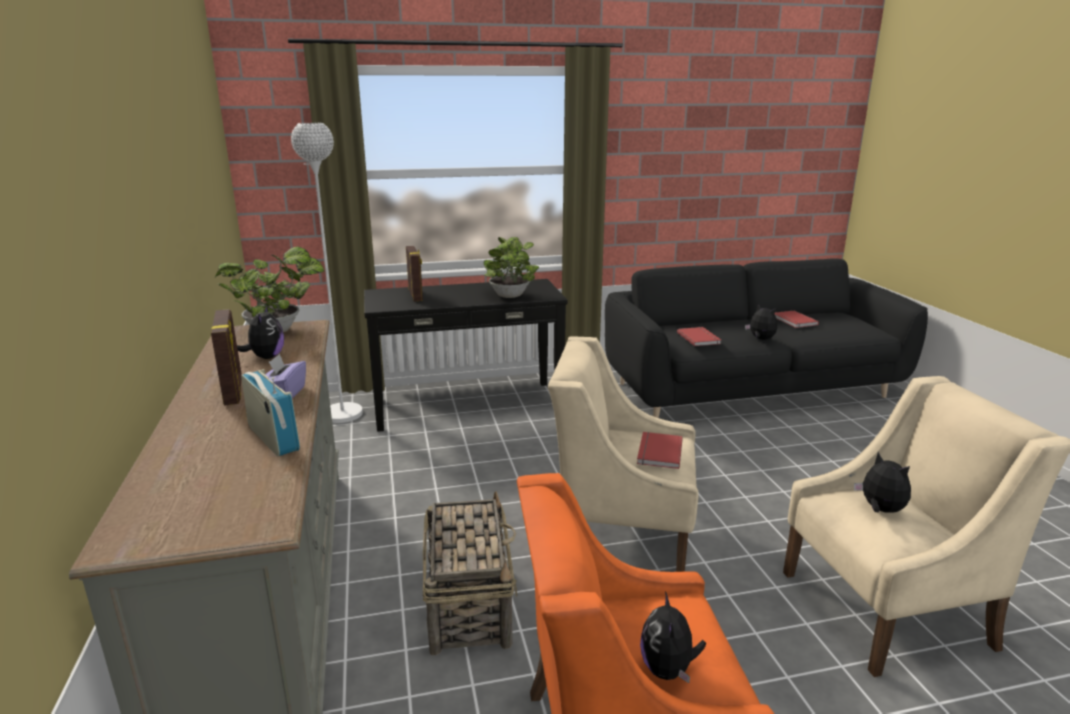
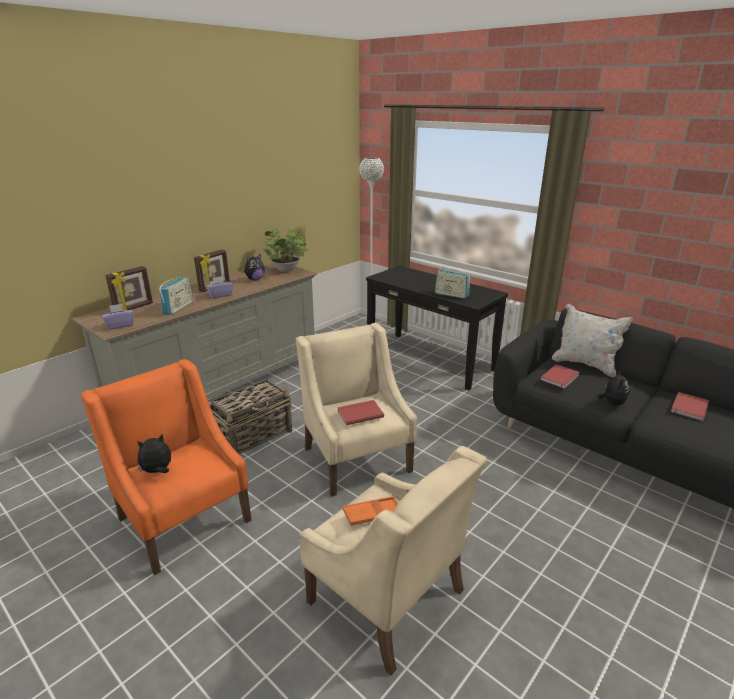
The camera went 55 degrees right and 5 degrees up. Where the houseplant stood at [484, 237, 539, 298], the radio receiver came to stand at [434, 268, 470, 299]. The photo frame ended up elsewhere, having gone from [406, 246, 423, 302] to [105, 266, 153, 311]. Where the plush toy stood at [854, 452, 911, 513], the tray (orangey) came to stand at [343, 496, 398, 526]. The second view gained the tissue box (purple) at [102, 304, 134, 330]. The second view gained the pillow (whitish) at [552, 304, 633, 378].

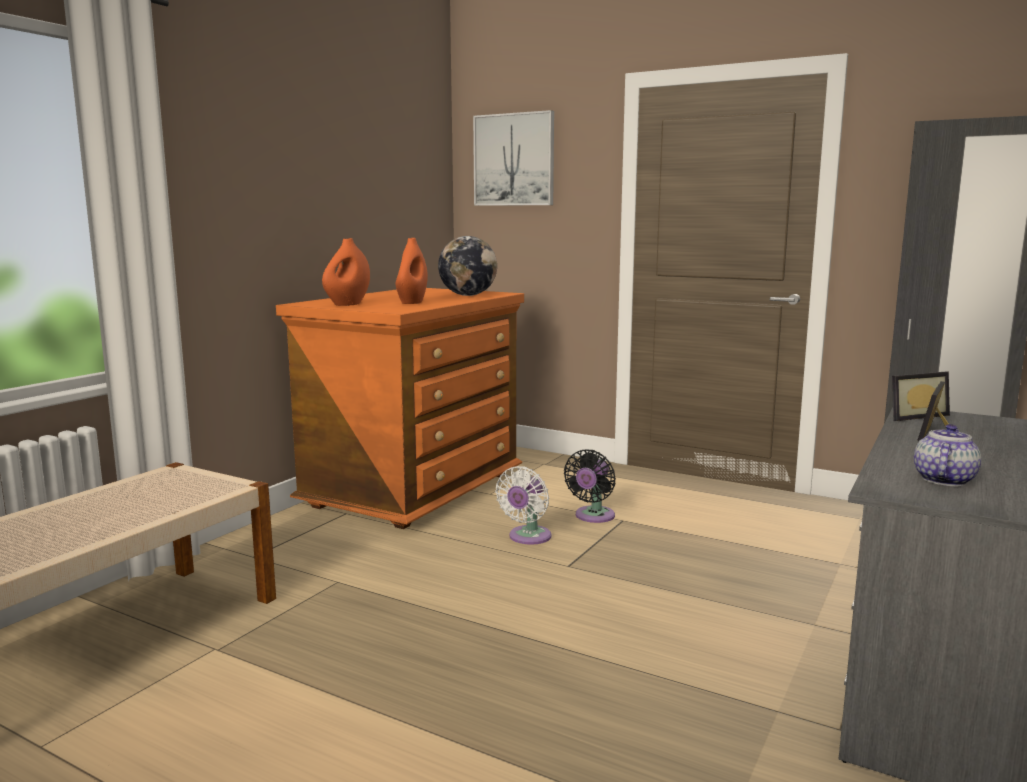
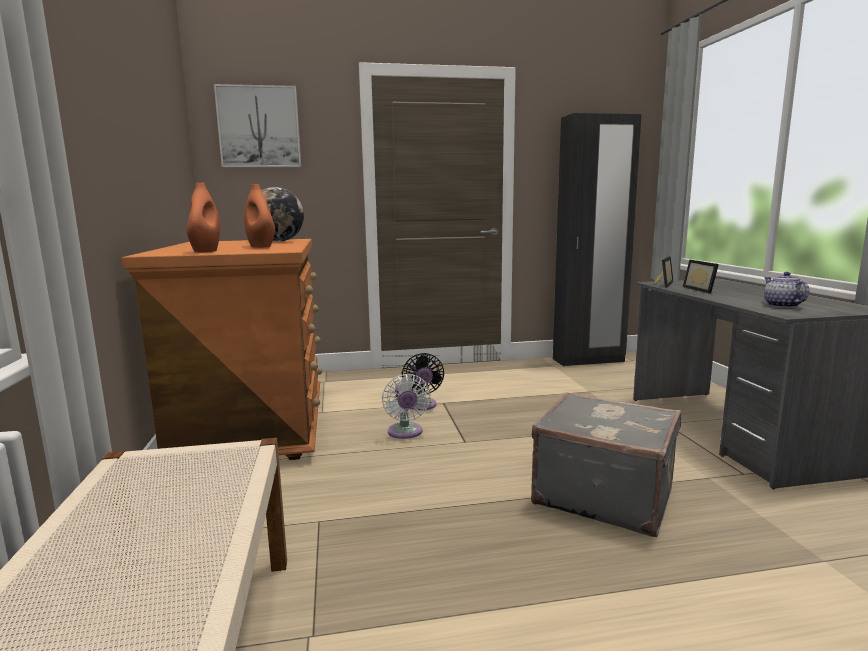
The camera went 40 degrees left and 0 degrees up. The second view gained the suitcase (grey) at [531, 392, 681, 537].

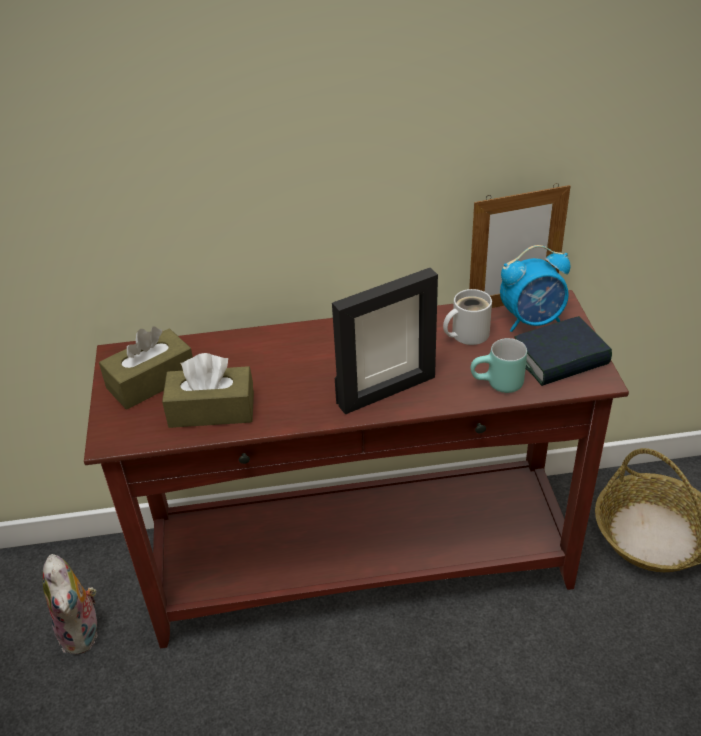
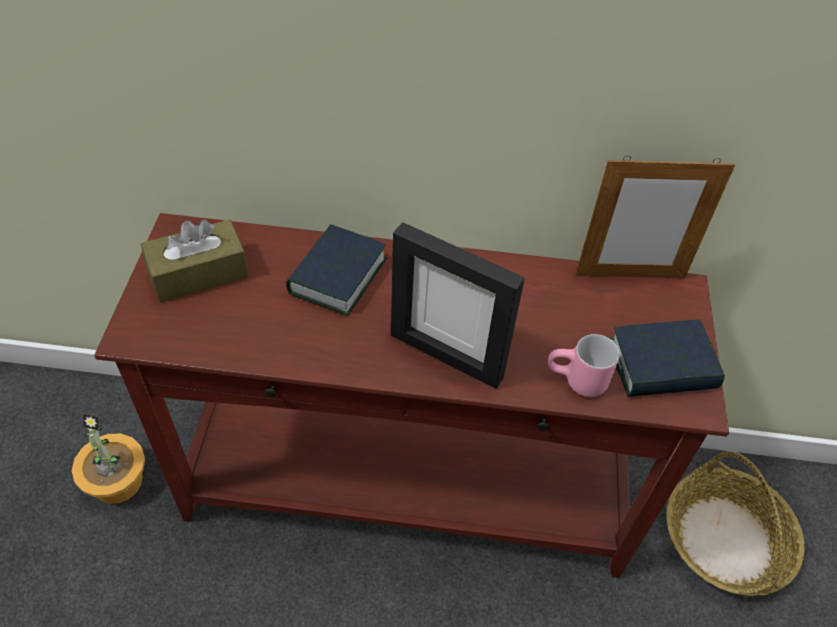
The camera went 10 degrees right and 10 degrees up. The second view lost the alarm clock at [500, 245, 570, 332]. The photo frame at [332, 268, 438, 414] ended up facing another way, 45 degrees clockwise from before. The second view lost the coffee mug (whitish) at [443, 289, 492, 345]. What was the coffee mug (blue-green) at [471, 338, 527, 393] turned into the coffee mug (pink) at [548, 334, 620, 397]. The second view lost the tissue box (brownish) at [162, 353, 254, 428]. Where the plush toy stood at [42, 554, 97, 654], the houseplant came to stand at [72, 414, 145, 504]. The second view gained the bound book at [286, 224, 388, 316].

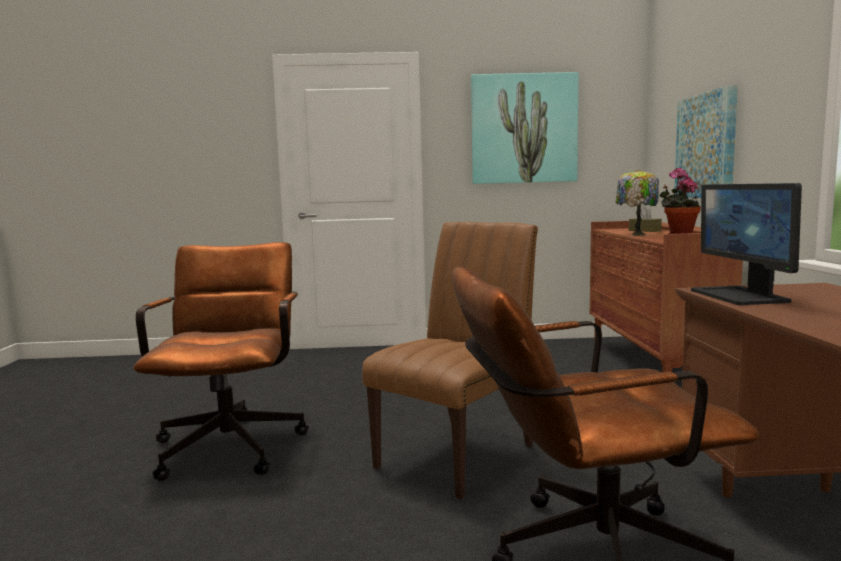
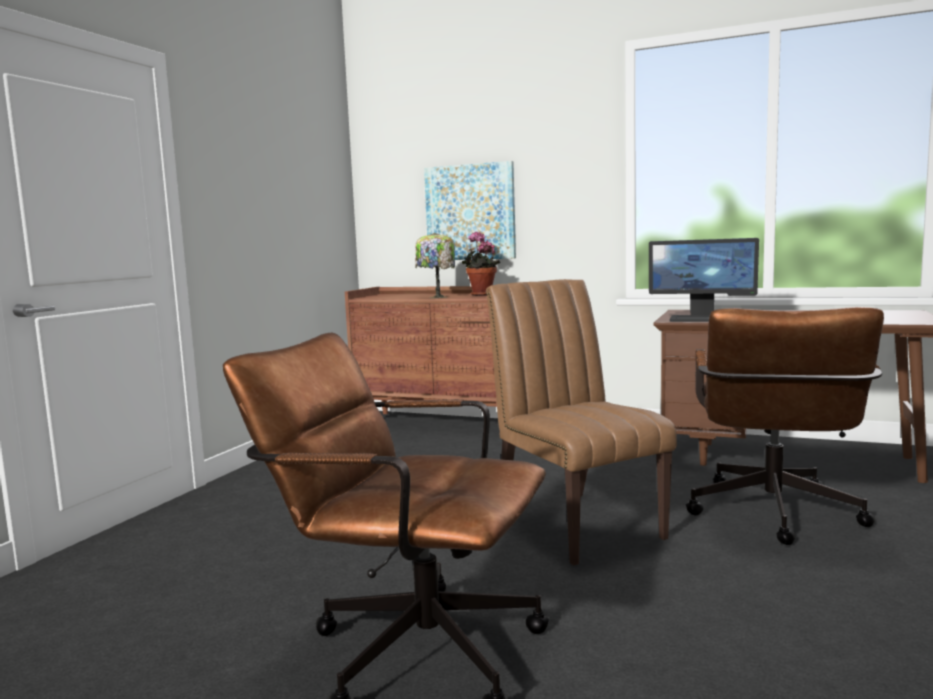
The camera went 65 degrees left and 0 degrees up. The second view lost the picture at [471, 72, 579, 184]. The second view lost the tissue box (brownish) at [629, 207, 662, 232].

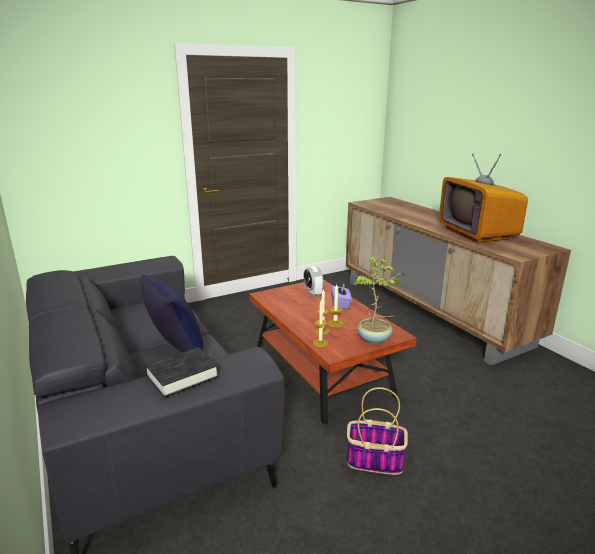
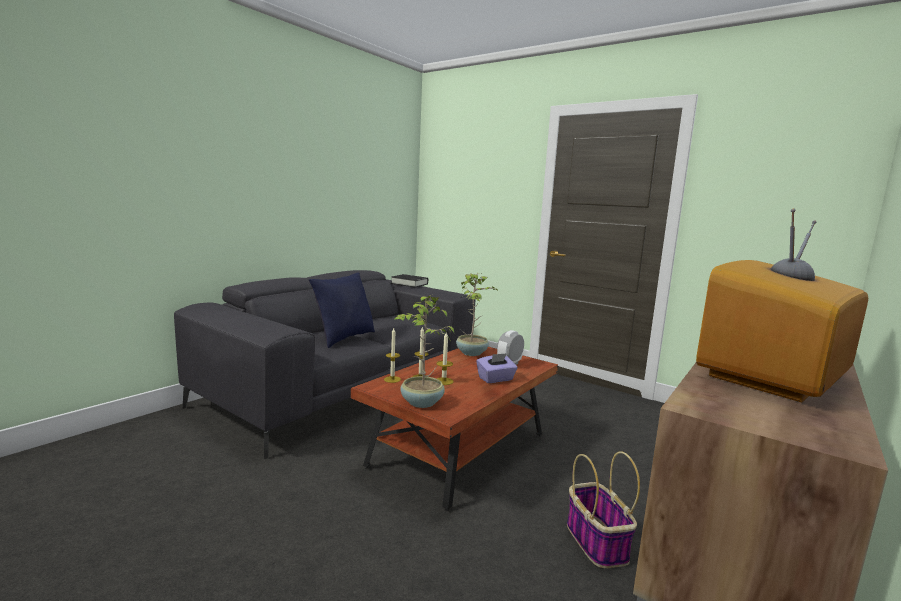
The camera went 65 degrees right and 10 degrees down. The bound book (black-coloured) ended up elsewhere, having gone from [145, 347, 219, 398] to [391, 274, 428, 288]. The basket ended up elsewhere, having gone from [347, 387, 408, 475] to [567, 451, 640, 568]. The second view gained the houseplant at [456, 273, 499, 356].

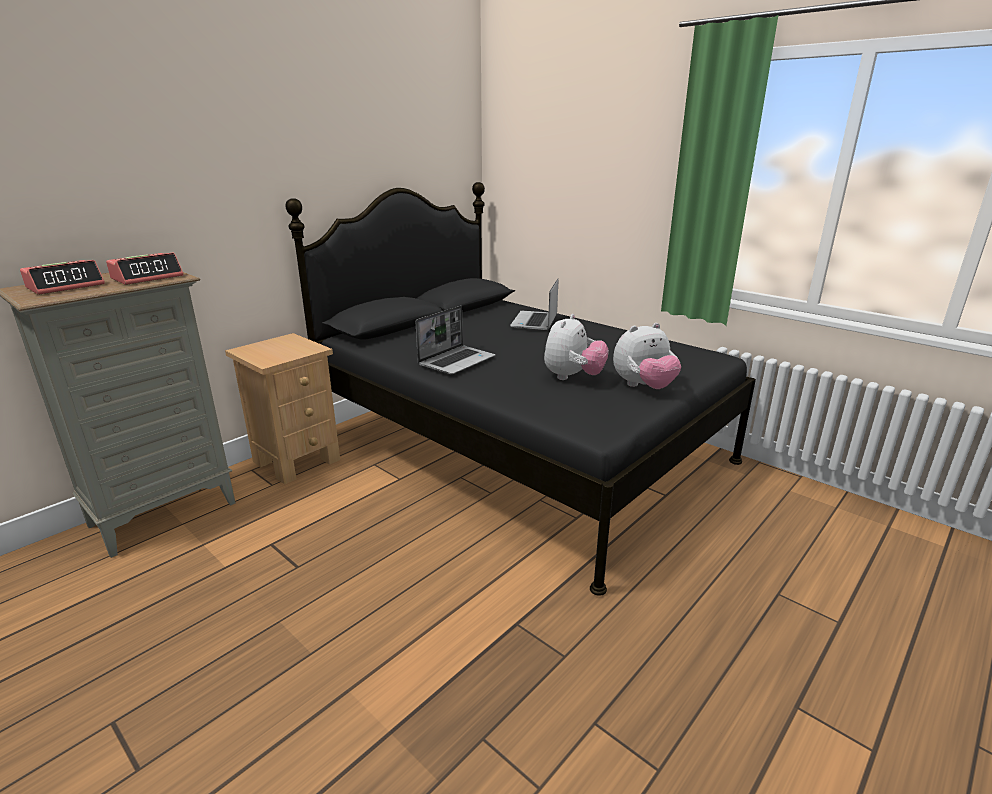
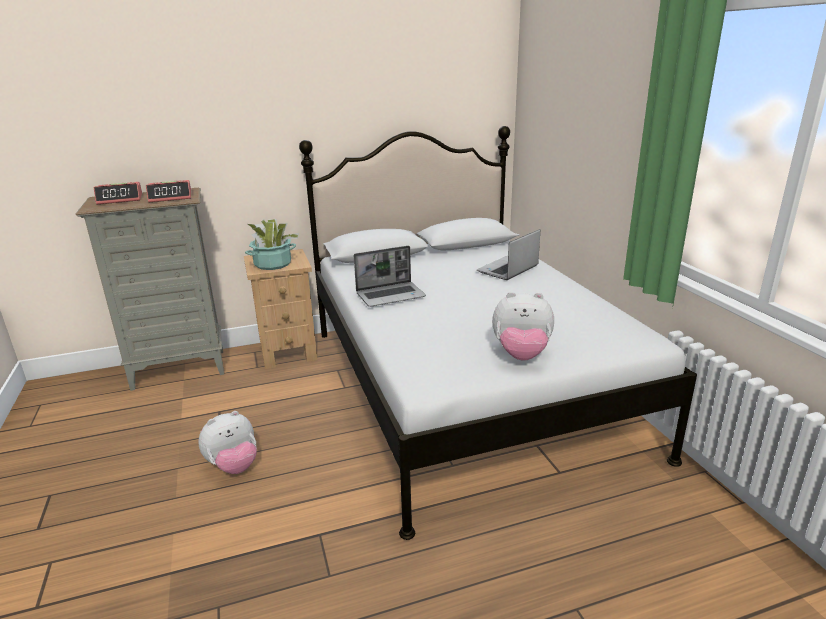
The camera went 30 degrees right and 0 degrees up. What was the sleeping bed (black-coloured) at [285, 182, 756, 596] turned into the sleeping bed (whitish) at [299, 126, 697, 540]. The plush toy ended up elsewhere, having gone from [544, 314, 609, 380] to [198, 411, 257, 474]. The second view gained the houseplant at [245, 219, 299, 270].

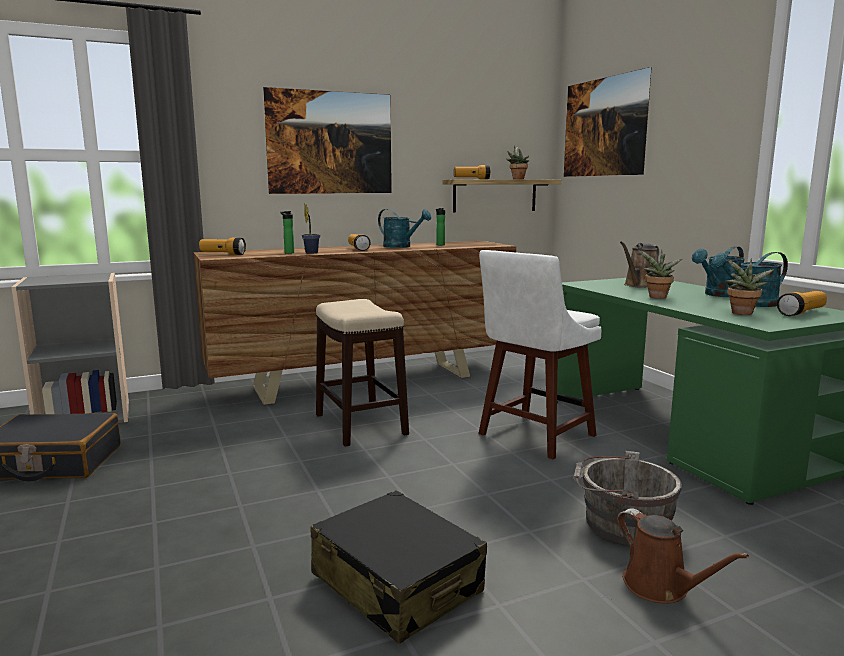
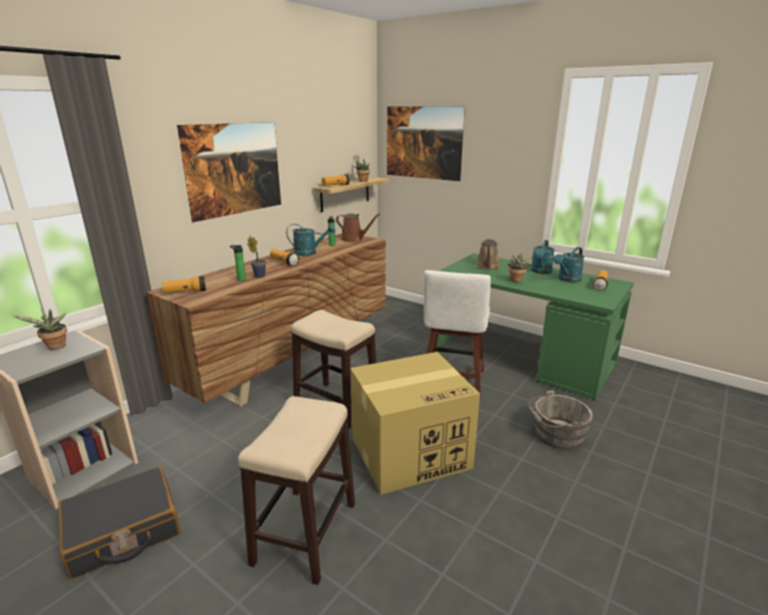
The camera went 30 degrees left and 10 degrees up. The houseplant ended up elsewhere, having gone from [725, 258, 774, 315] to [14, 309, 67, 350]. The second view lost the suitcase (black-coloured) at [311, 490, 487, 644]. The sprinkling can (brownish) ended up elsewhere, having gone from [617, 508, 749, 604] to [336, 214, 380, 242]. The second view gained the packing box at [350, 352, 480, 495]. The second view gained the stool seat at [238, 396, 355, 585].

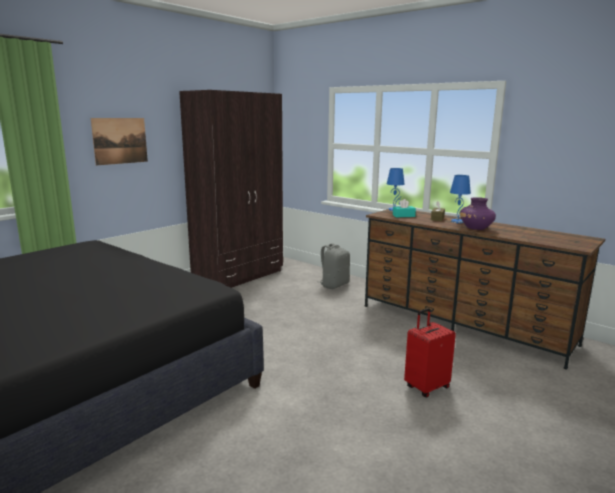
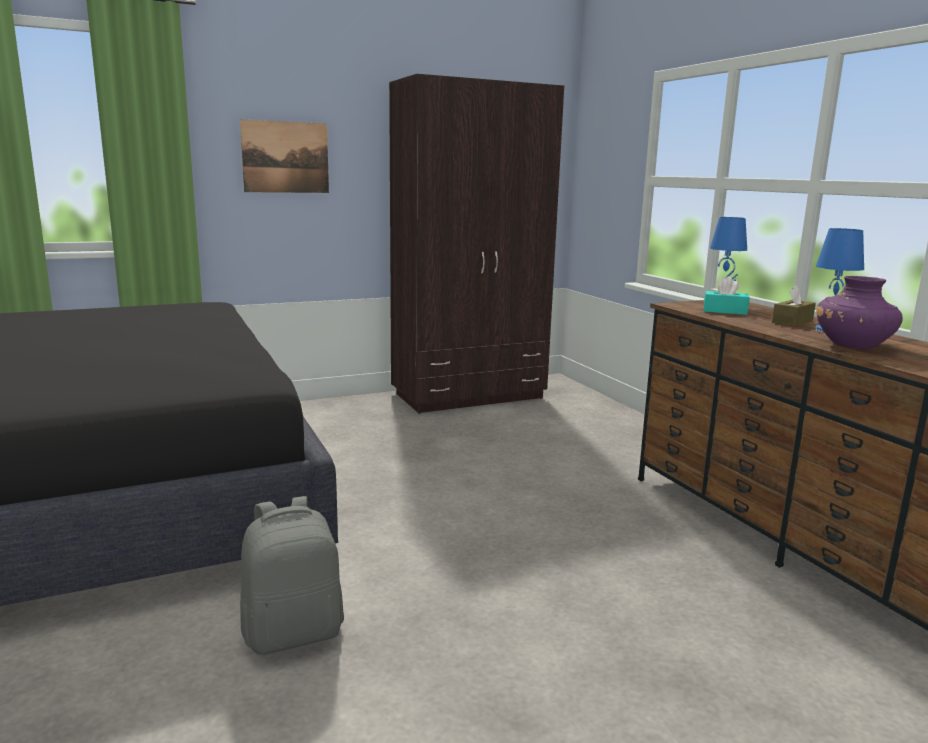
The camera went 25 degrees right and 0 degrees up. The rucksack (grey) ended up elsewhere, having gone from [317, 243, 350, 289] to [240, 496, 344, 655]. The second view lost the suitcase (red-coloured) at [404, 308, 456, 397].

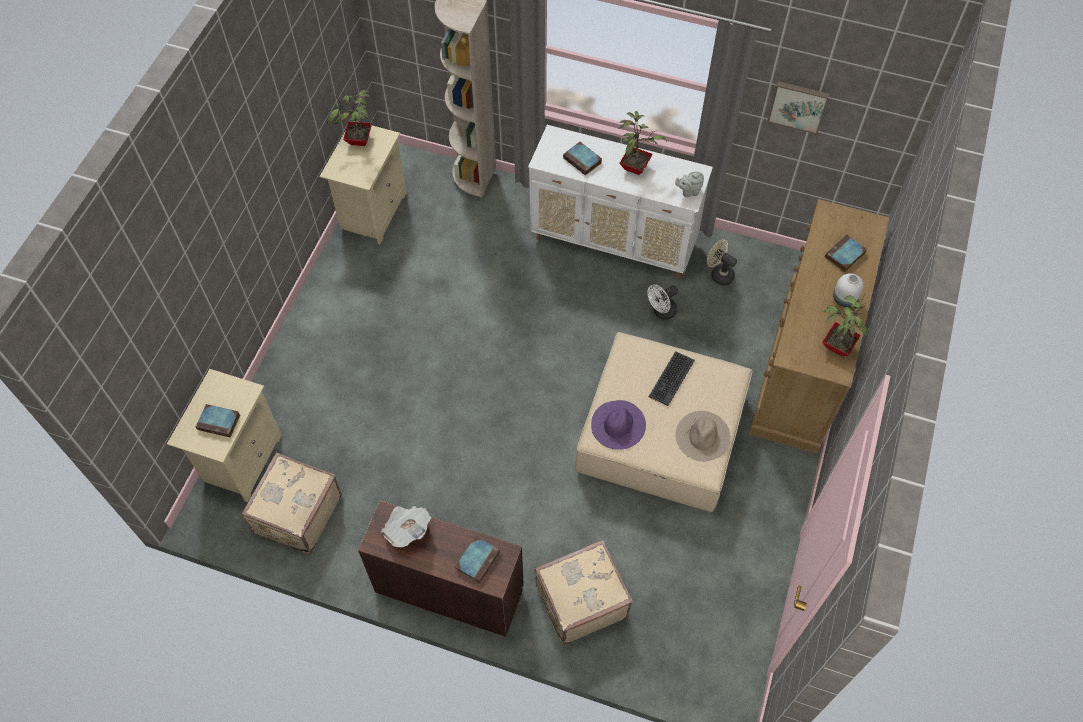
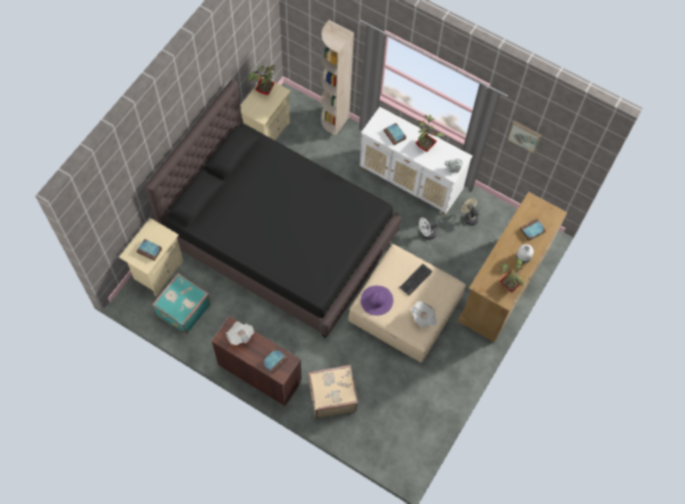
The camera went 10 degrees right and 5 degrees up. Where the wearable hat (sand-coloured) stood at [675, 411, 731, 461], the printed paper came to stand at [411, 301, 437, 328]. What was the suitcase (sand-coloured) at [241, 452, 342, 554] turned into the suitcase (blue-green) at [152, 273, 211, 335]. The second view gained the sleeping bed (black-coloured) at [145, 80, 401, 338].

